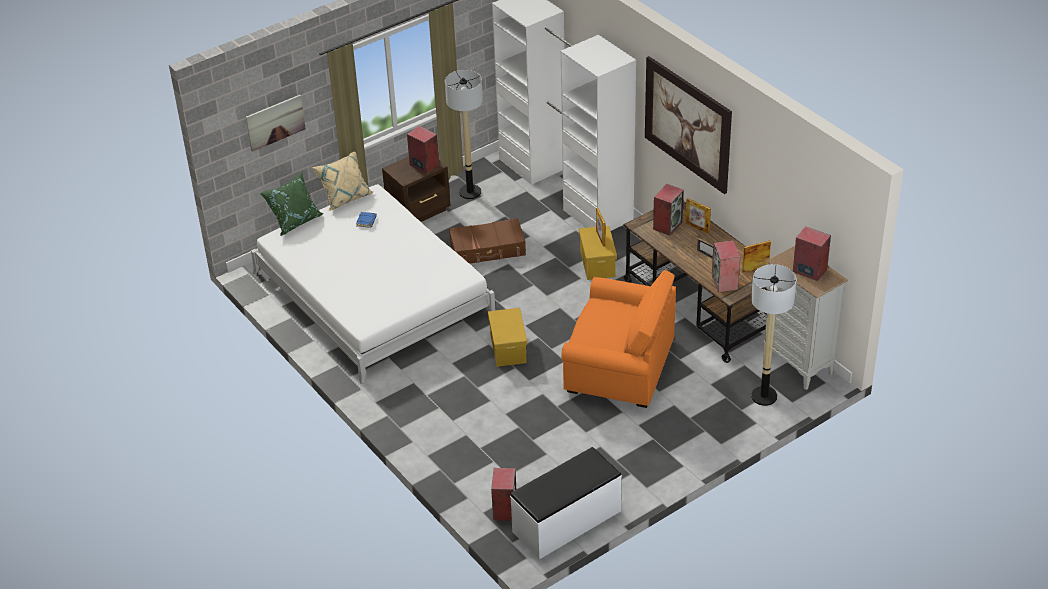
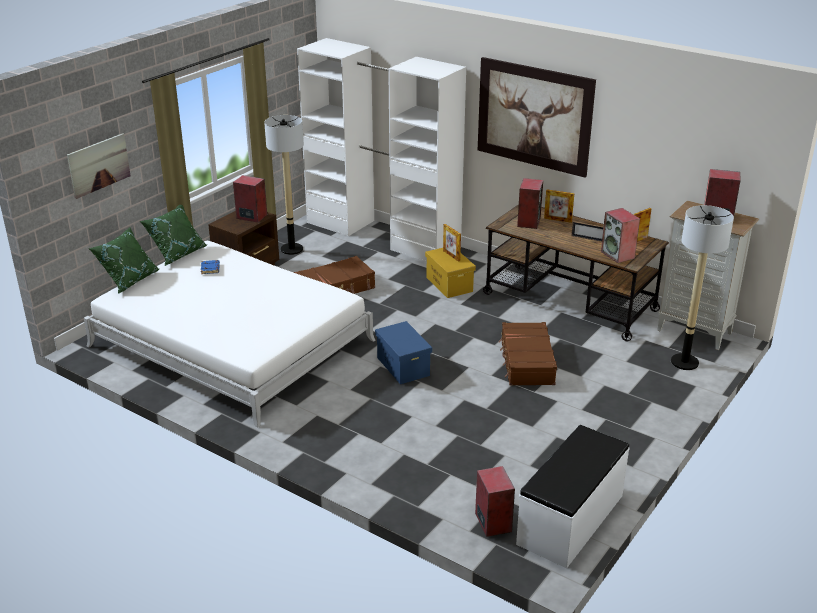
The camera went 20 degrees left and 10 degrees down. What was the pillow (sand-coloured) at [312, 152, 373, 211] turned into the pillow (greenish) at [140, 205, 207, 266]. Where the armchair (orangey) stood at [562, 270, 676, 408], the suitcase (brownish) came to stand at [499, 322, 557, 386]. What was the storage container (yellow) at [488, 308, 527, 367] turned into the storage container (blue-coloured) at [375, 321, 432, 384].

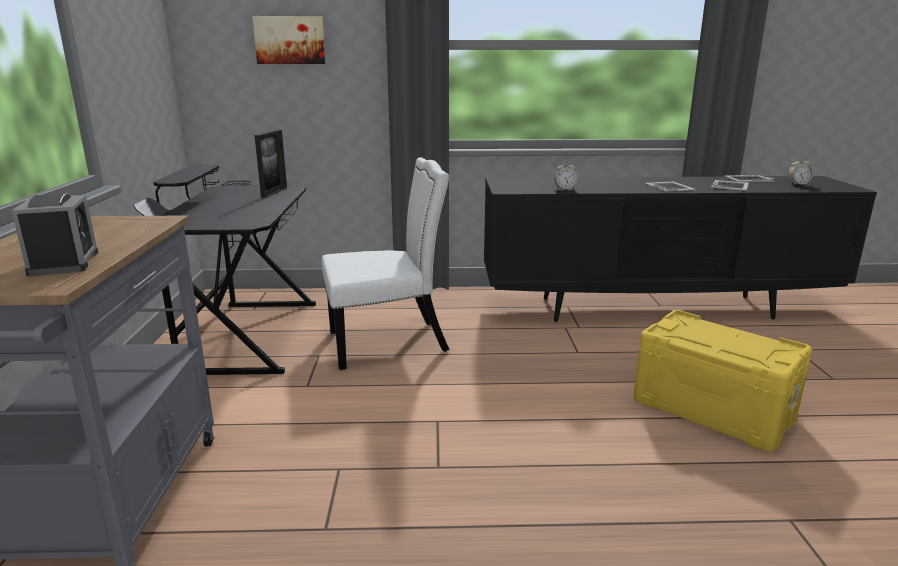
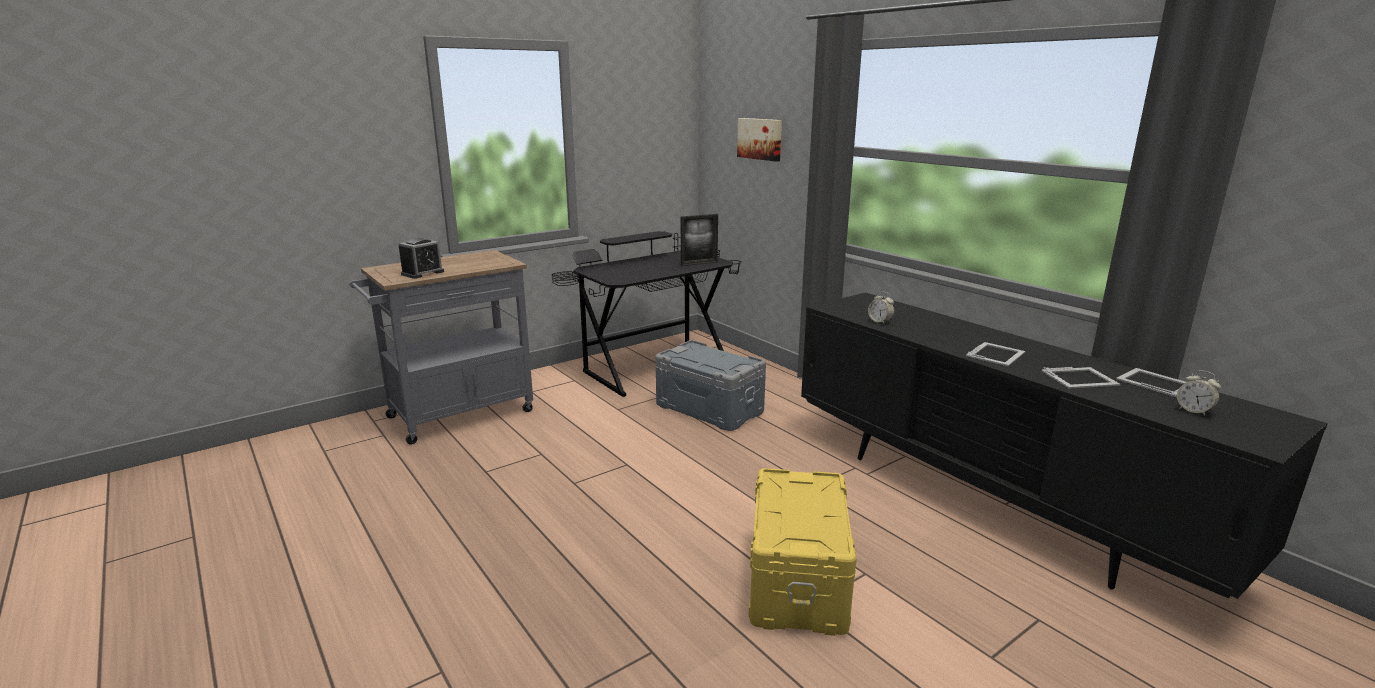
The camera went 55 degrees right and 0 degrees up. Where the chair (whitish) stood at [322, 157, 450, 370], the storage container (grey) came to stand at [655, 340, 766, 431].

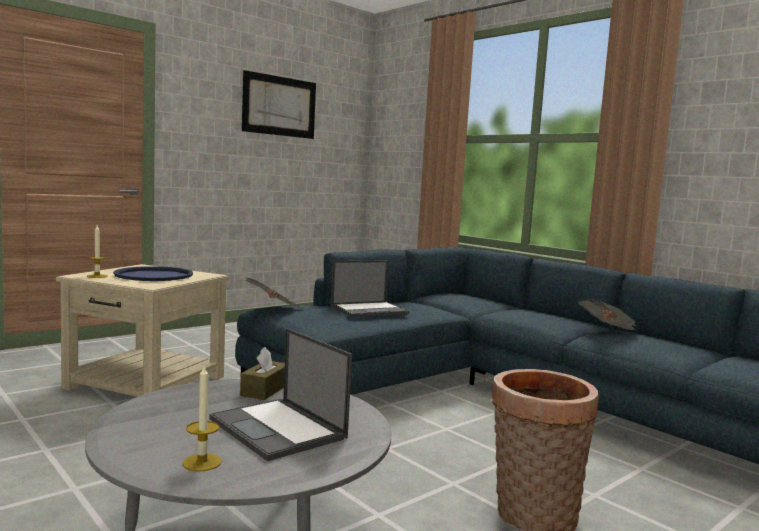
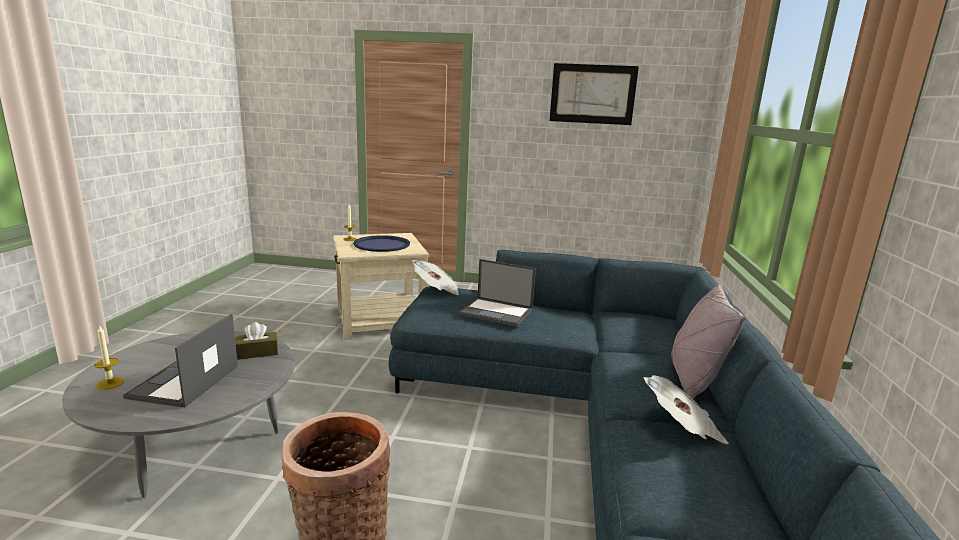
The camera went 50 degrees right and 10 degrees up. The second view gained the pillow (purple) at [671, 281, 746, 400].

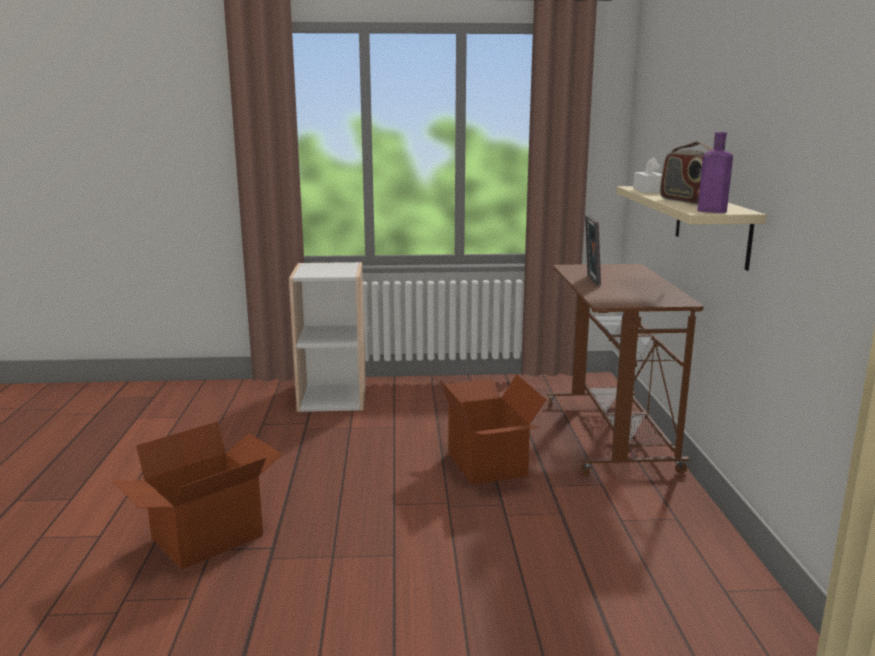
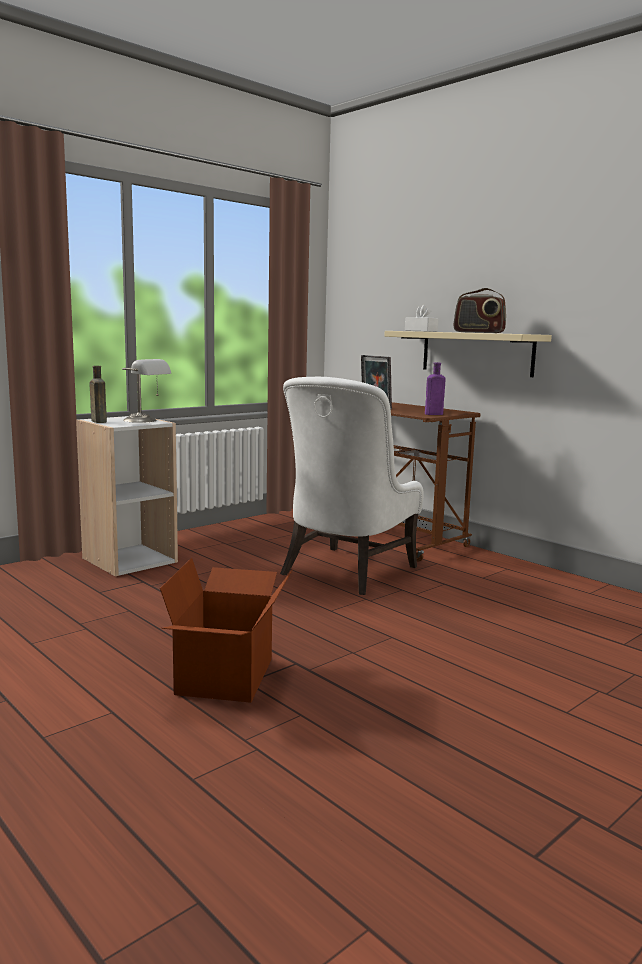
The camera went 40 degrees left and 5 degrees down. The beverage bottle (purple) ended up elsewhere, having gone from [697, 132, 733, 213] to [425, 362, 445, 415]. Where the packing box stood at [440, 374, 546, 485], the chair (whitish) came to stand at [280, 377, 424, 595]. The second view gained the tabletop lamp (whitish) at [122, 359, 171, 423]. The second view gained the beverage bottle (brownish) at [90, 366, 107, 423].

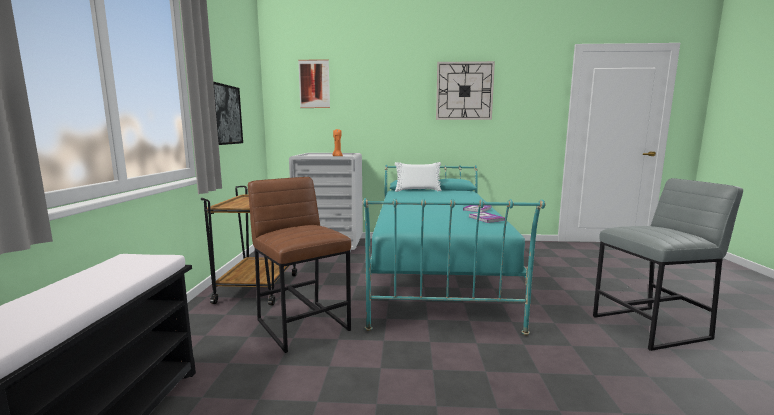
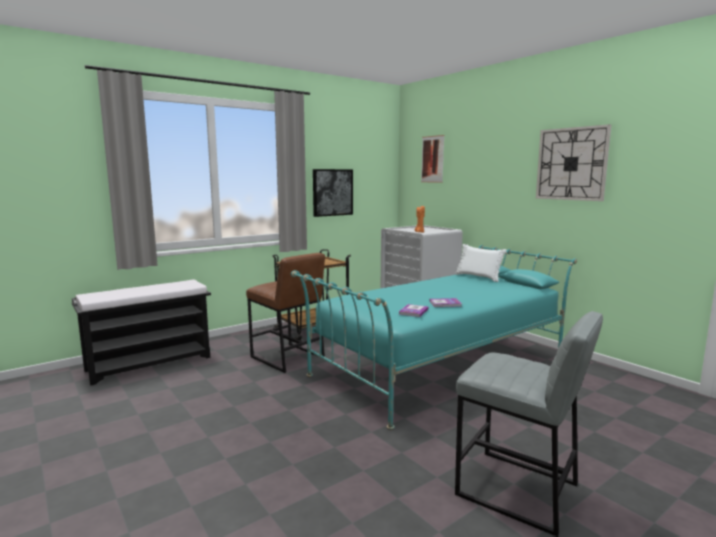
The camera went 50 degrees right and 0 degrees up. The chair (brownish) at [248, 177, 351, 353] ended up facing another way, 120 degrees clockwise from before.

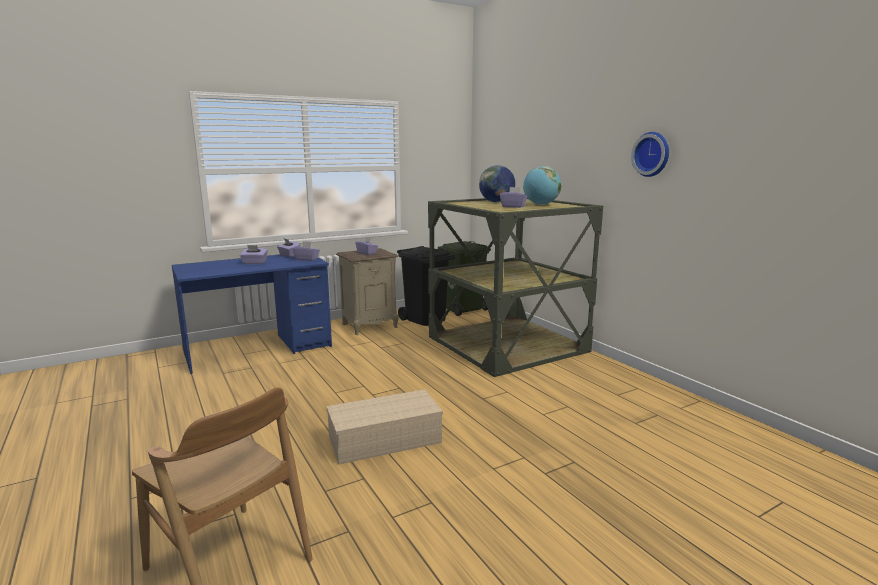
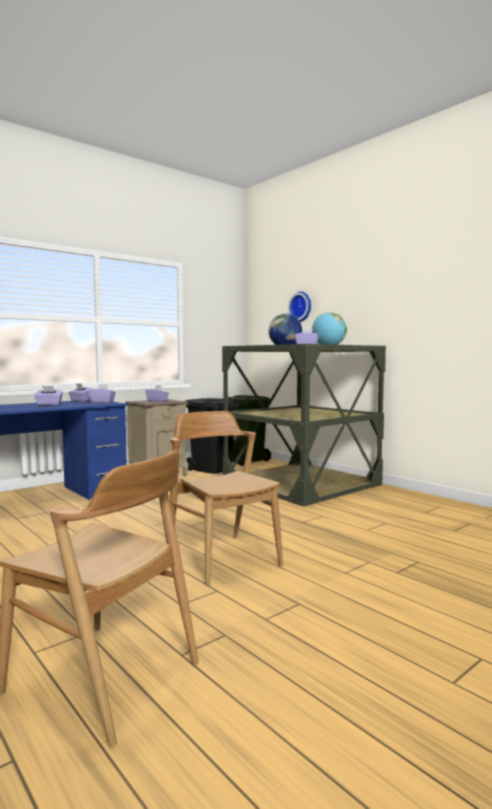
The camera went 10 degrees left and 10 degrees down. The hanging clock ended up elsewhere, having gone from [631, 132, 669, 177] to [288, 291, 311, 322]. Where the storage container (sand-coloured) stood at [326, 389, 443, 464], the chair (brownish) came to stand at [170, 411, 283, 586].

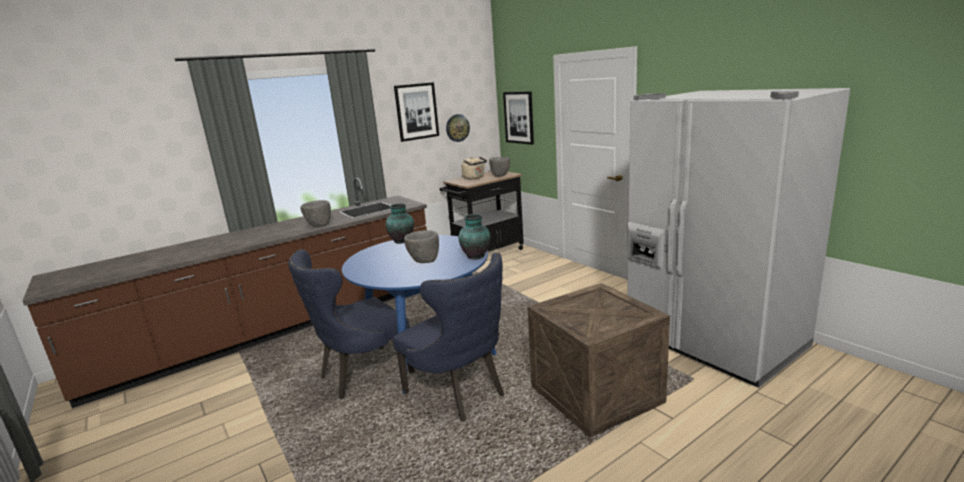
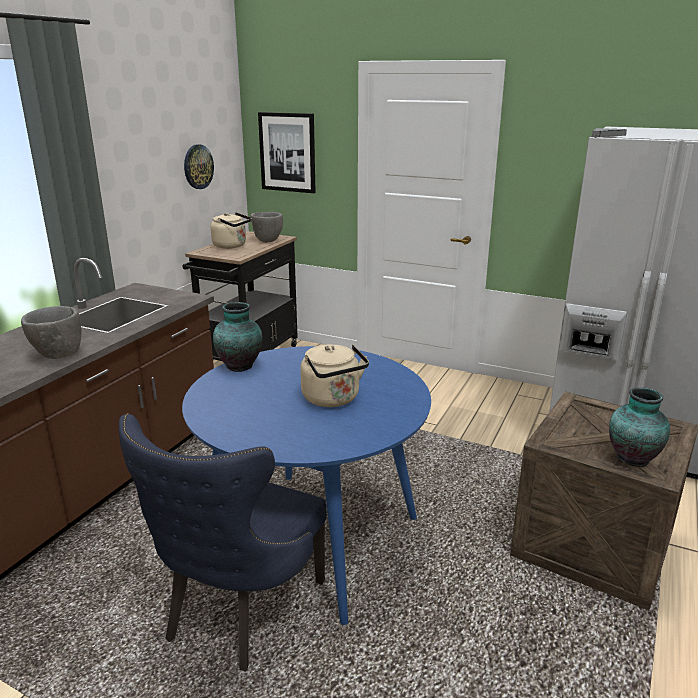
The camera went 30 degrees left and 5 degrees up. The second view lost the picture at [394, 82, 439, 142]. The vase ended up elsewhere, having gone from [459, 214, 491, 260] to [609, 387, 670, 467]. Where the deep dish (grey) stood at [404, 230, 439, 263], the tea kettle (sand-coloured) came to stand at [300, 344, 369, 407]. The second view lost the chair (blue-coloured) at [393, 252, 504, 422].

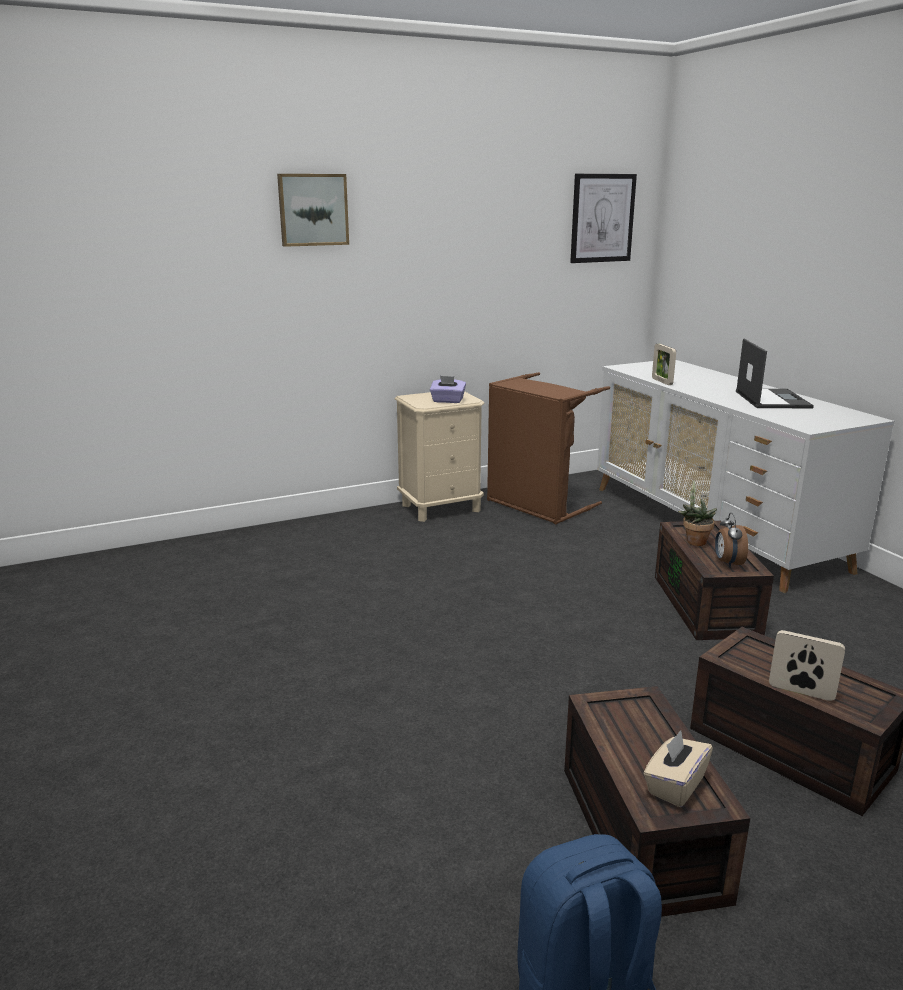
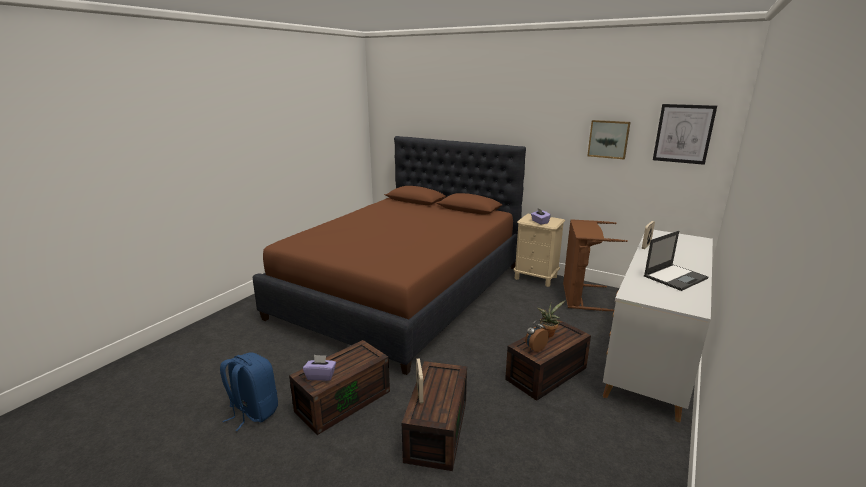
The camera went 55 degrees right and 0 degrees up. The picture ended up elsewhere, having gone from [277, 174, 349, 247] to [587, 120, 631, 159]. What was the tissue box (sand-coloured) at [644, 730, 713, 807] turned into the tissue box (purple) at [303, 355, 336, 381]. The second view gained the sleeping bed (brownish) at [252, 136, 526, 375].

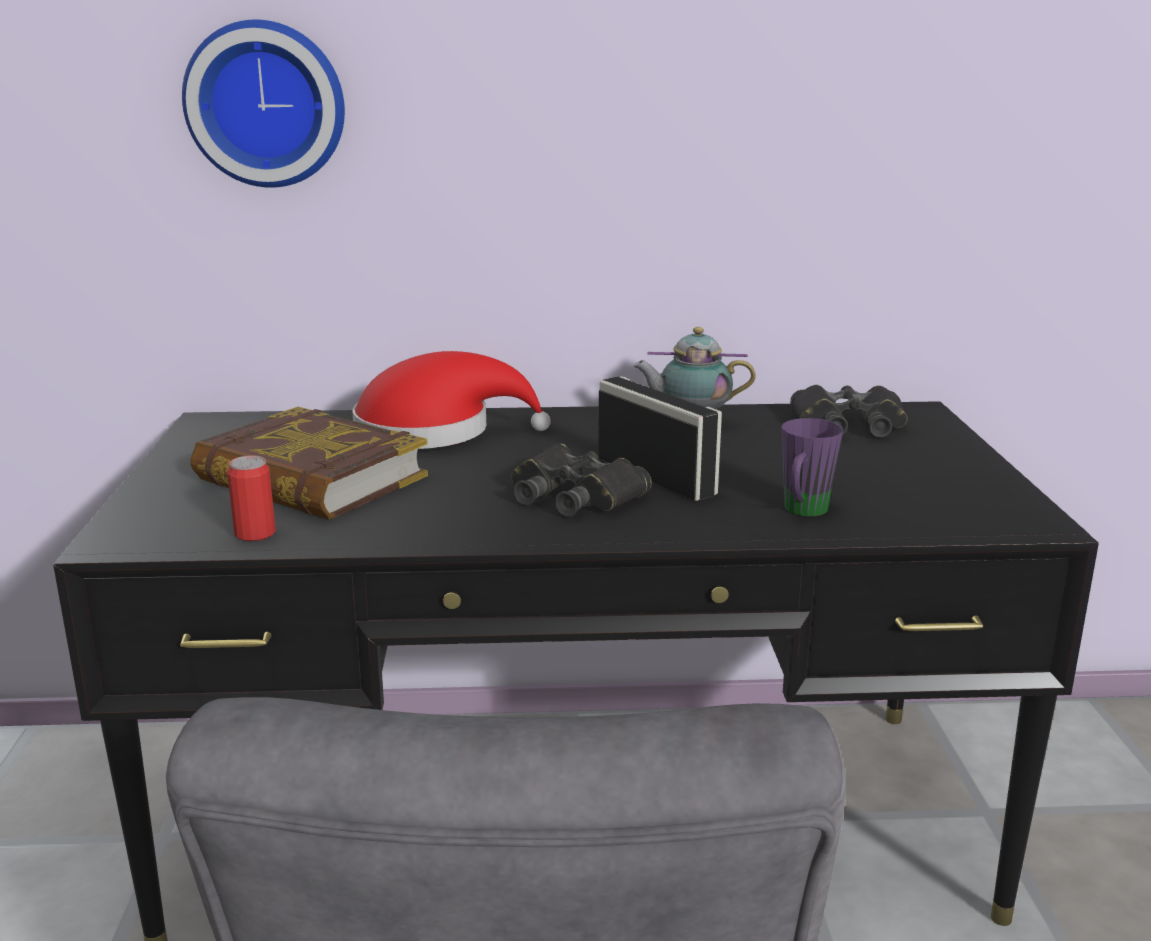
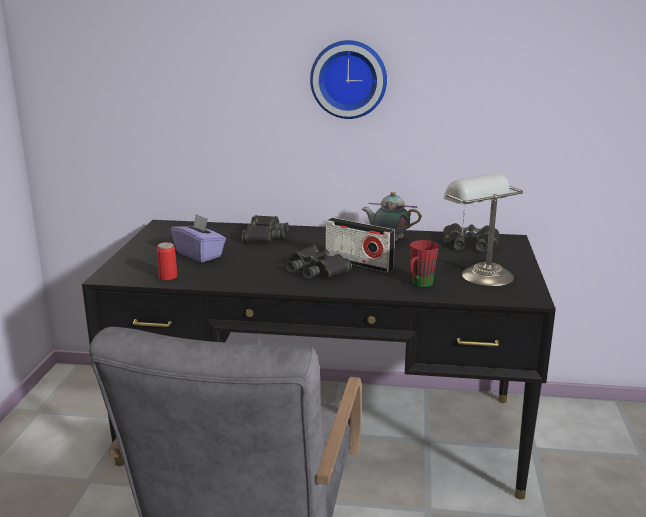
The camera went 10 degrees right and 0 degrees up. The hanging clock ended up elsewhere, having gone from [182, 19, 345, 188] to [310, 40, 387, 119]. Where the wearable hat (red-coloured) stood at [353, 351, 551, 449], the field glasses (black-coloured) came to stand at [242, 215, 289, 243]. The radio receiver at [598, 376, 722, 501] ended up facing another way, 150 degrees clockwise from before. Where the bound book stood at [190, 407, 428, 520], the tissue box (purple) came to stand at [171, 214, 226, 262]. What was the coffee mug (purple) at [782, 418, 843, 517] turned into the coffee mug (red-coloured) at [410, 240, 439, 287]. The second view gained the tabletop lamp (whitish) at [444, 174, 523, 286].

